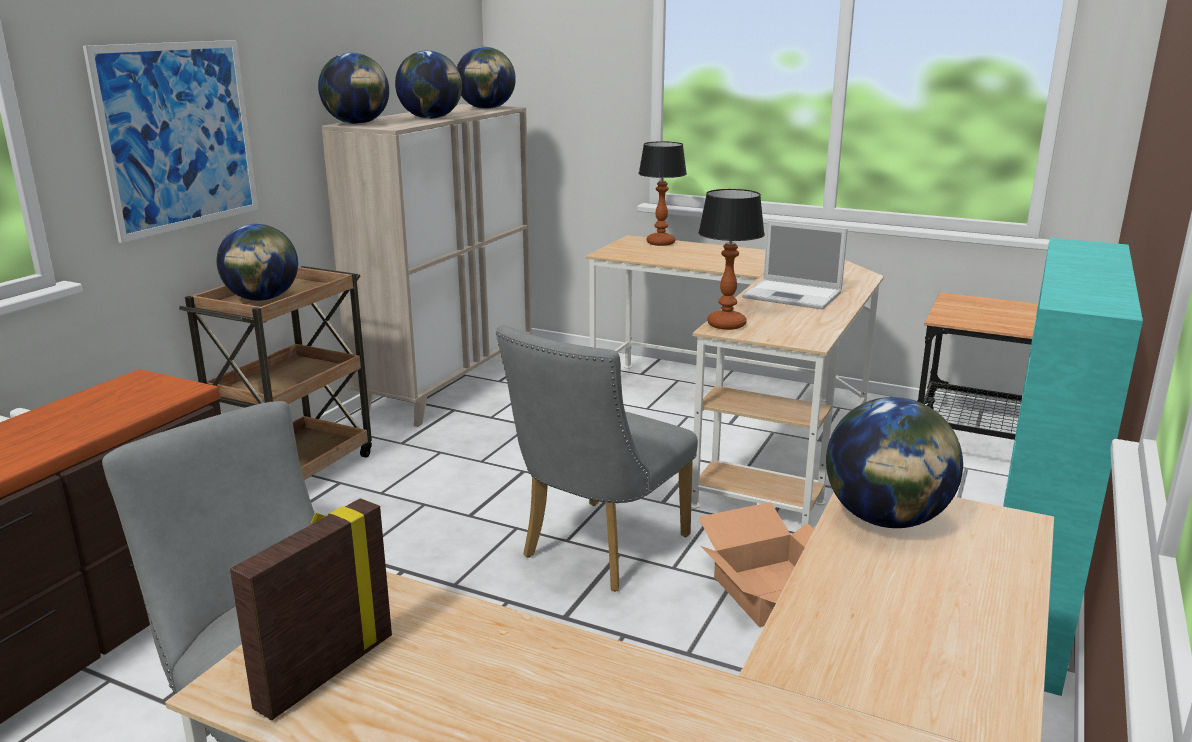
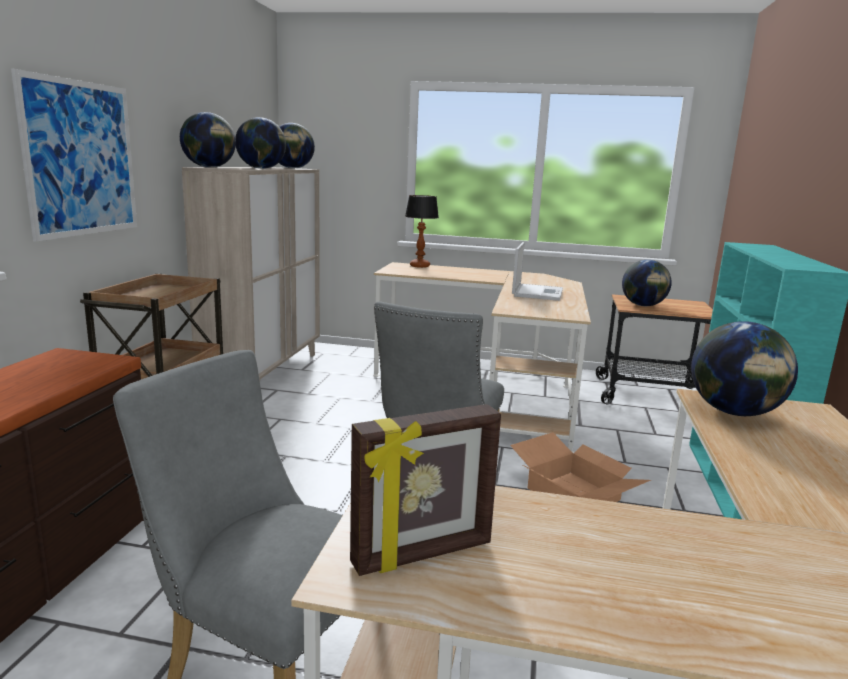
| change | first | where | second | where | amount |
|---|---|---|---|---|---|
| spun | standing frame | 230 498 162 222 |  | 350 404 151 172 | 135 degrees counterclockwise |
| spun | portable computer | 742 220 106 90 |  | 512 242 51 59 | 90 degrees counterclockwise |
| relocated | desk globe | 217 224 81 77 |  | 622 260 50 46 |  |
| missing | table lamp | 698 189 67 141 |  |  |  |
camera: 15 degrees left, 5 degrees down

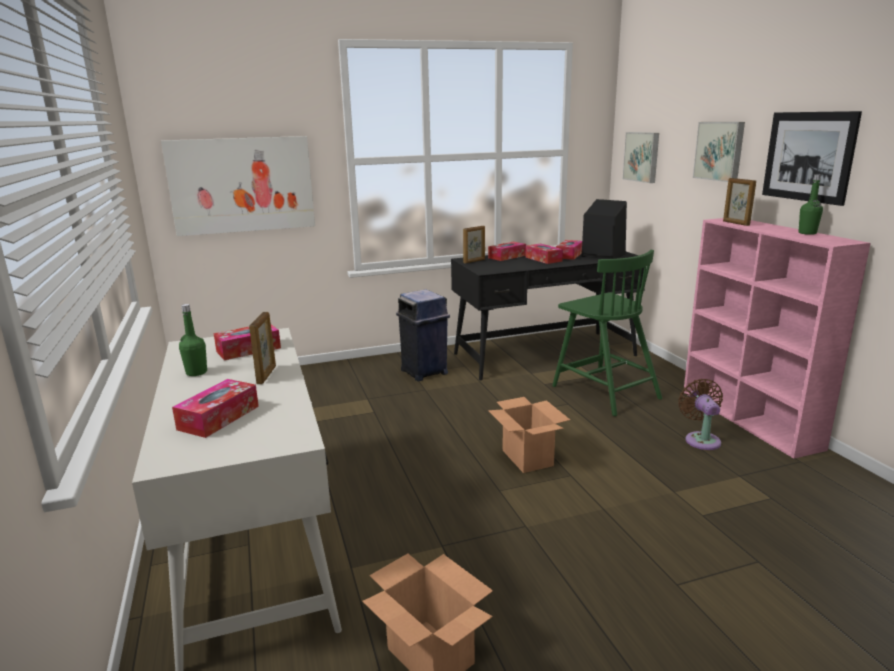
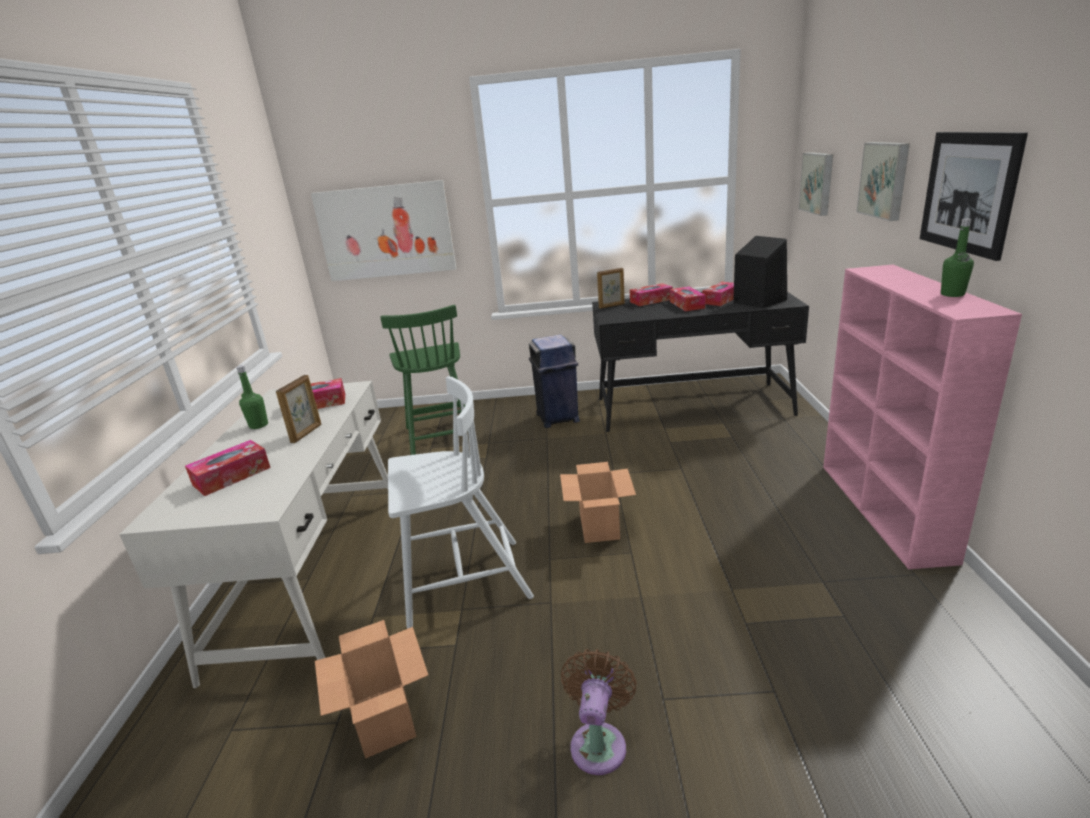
| change | first | where | second | where | amount |
|---|---|---|---|---|---|
| relocated | plain chair/greenish | 552 250 111 166 |  | 380 305 86 150 |  |
| appeared |  |  | plain chair/white-coloured | 388 376 146 253 |  |
| relocated | cooling fan/brownish | 678 379 45 71 |  | 561 649 76 126 |  |
| missing | standing frame | 723 178 33 48 |  |  |  |
camera: 20 degrees right, 5 degrees up

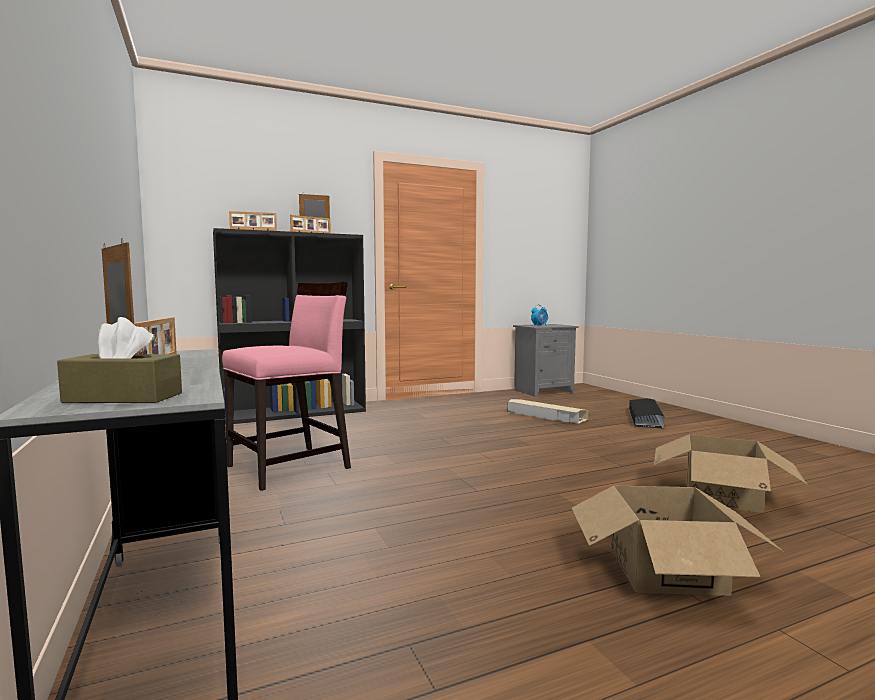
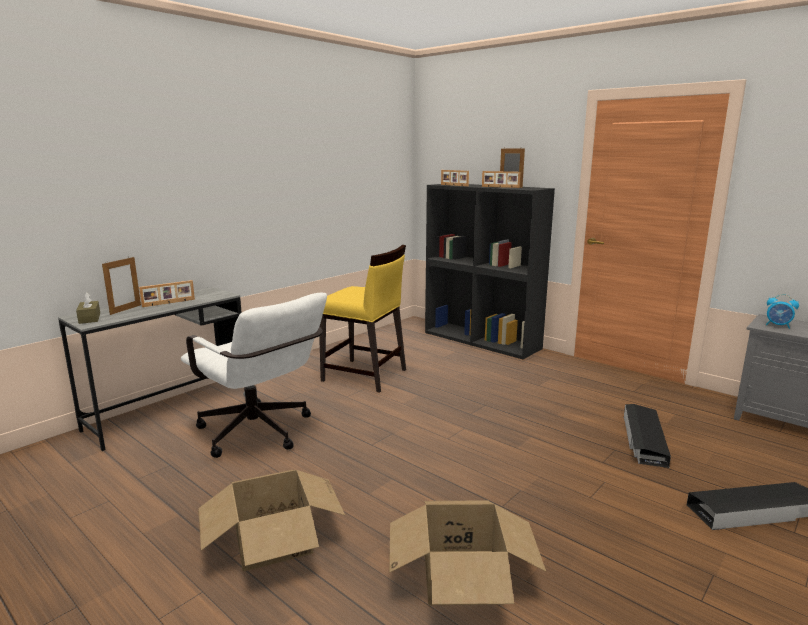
| change | first | where | second | where | amount |
|---|---|---|---|---|---|
| appeared |  |  | office chair/white-coloured | 181 293 146 165 |  |
| colour | plain chair/pink-coloured | 222 282 129 209 | plain chair/yellowish | 319 245 87 148 |  |
| colour | storage box/beige | 508 399 80 25 | storage box/black | 624 404 47 64 |  |
camera: 65 degrees right, 10 degrees up

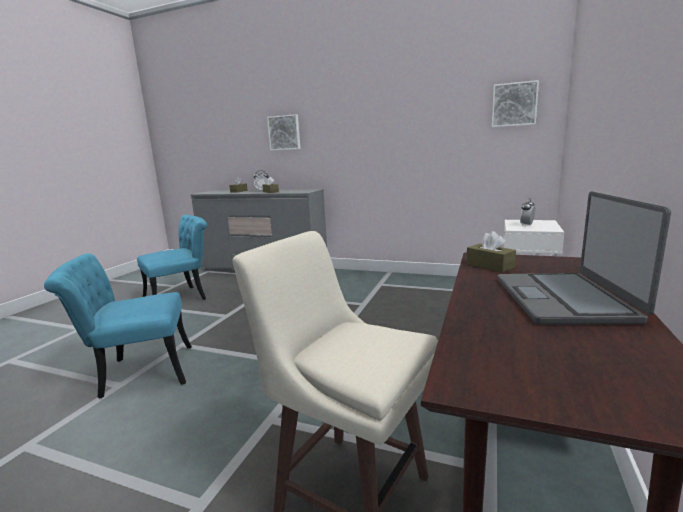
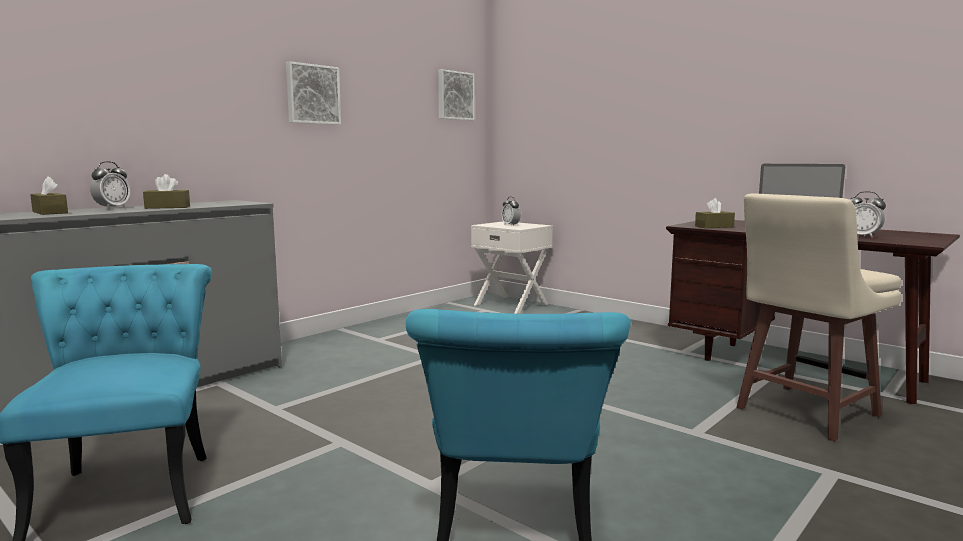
| change | first | where | second | where | amount |
|---|---|---|---|---|---|
| relocated | picture | 267 114 33 37 |  | 286 61 55 64 |  |
| appeared |  |  | alarm clock | 851 191 35 47 |  |
camera: 70 degrees left, 5 degrees down

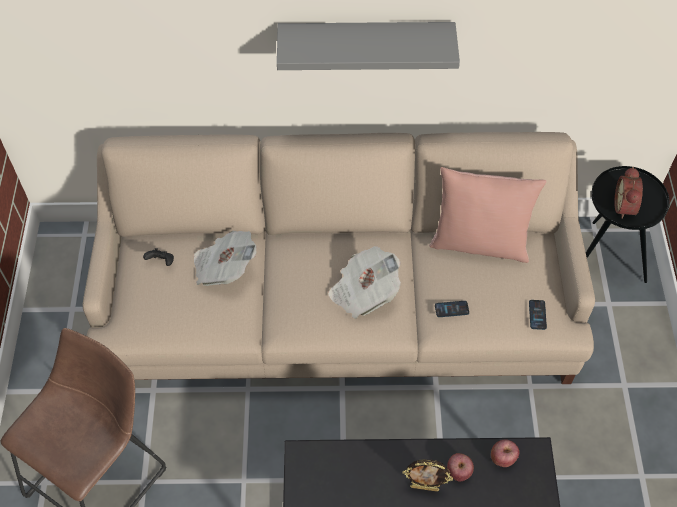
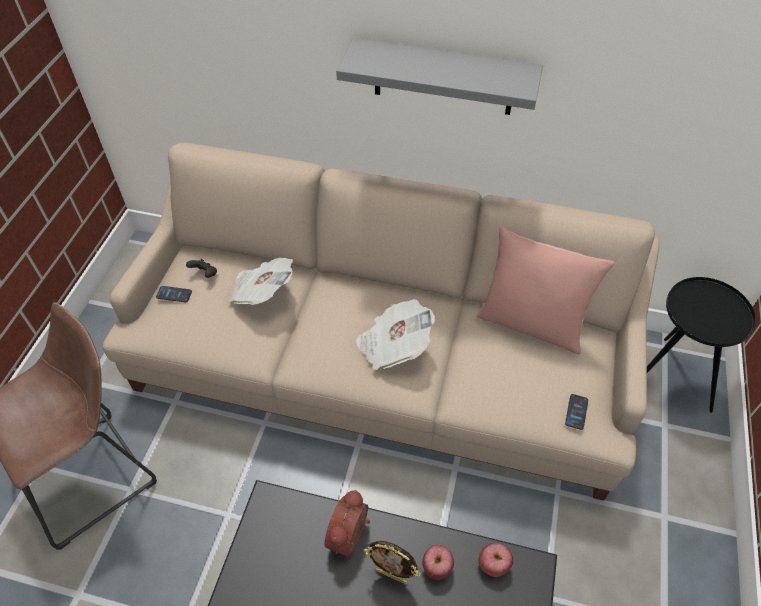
| change | first | where | second | where | amount |
|---|---|---|---|---|---|
| relocated | telephone | 435 301 34 16 |  | 156 286 36 16 |  |
| relocated | alarm clock | 615 167 28 52 |  | 325 490 45 67 |  |
camera: 15 degrees right, 5 degrees down

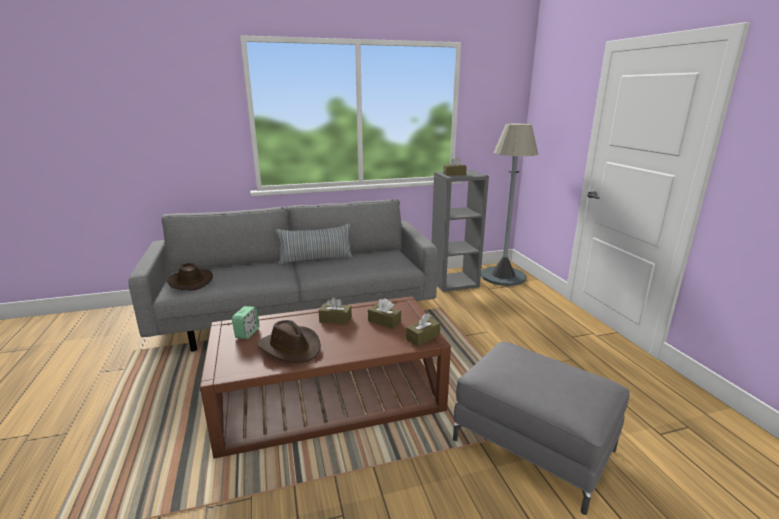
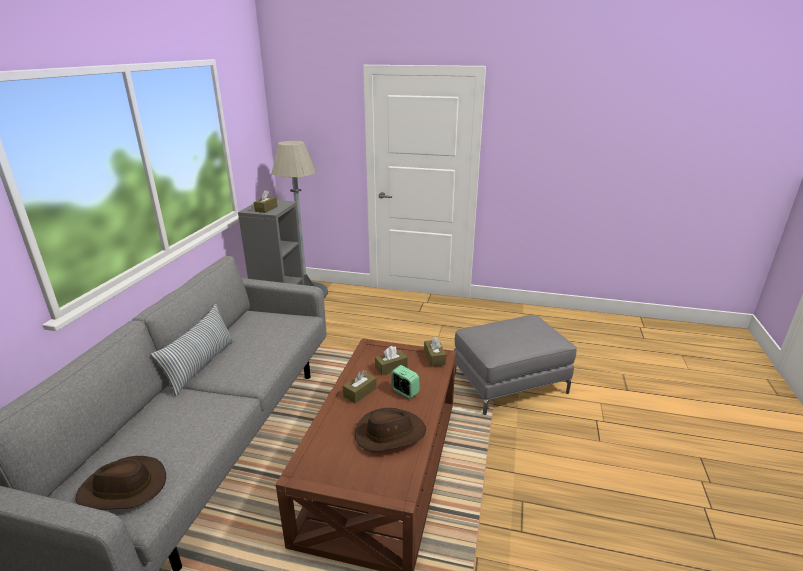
| change | first | where | second | where | amount |
|---|---|---|---|---|---|
| relocated | alarm clock | 232 306 27 33 |  | 391 365 28 34 |  |
camera: 60 degrees left, 5 degrees up

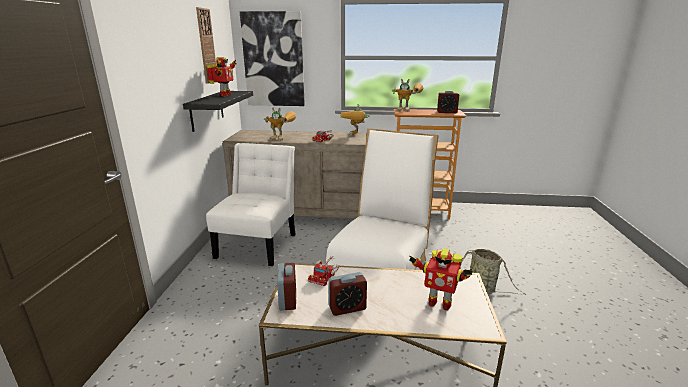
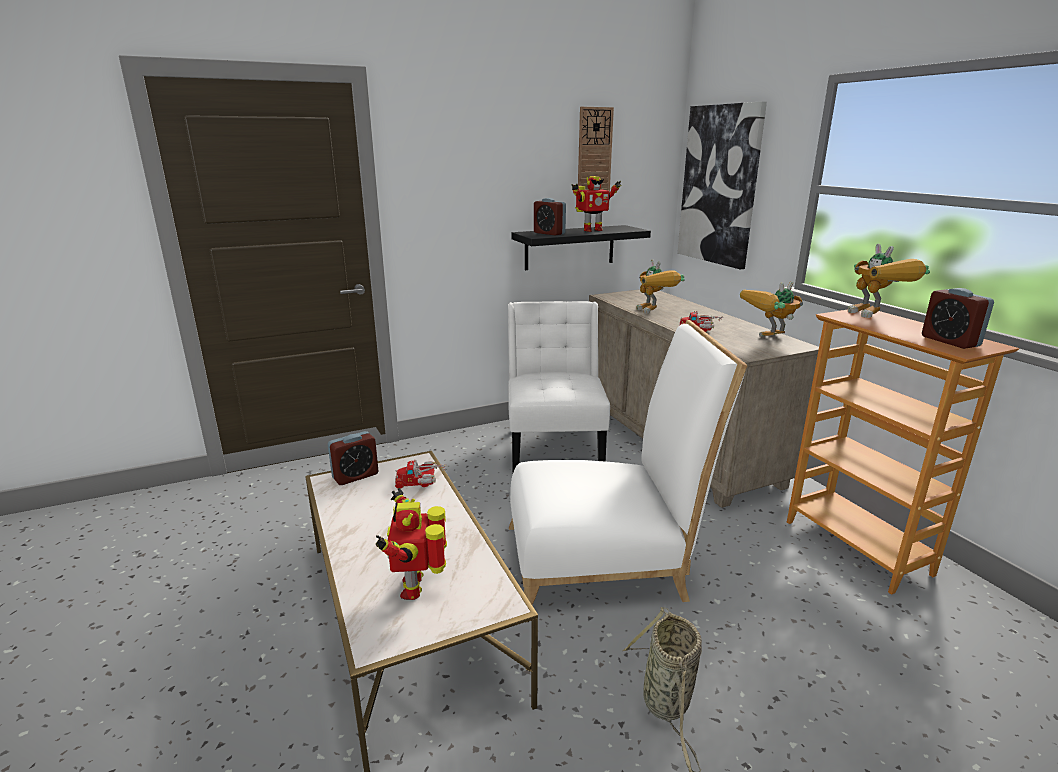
| change | first | where | second | where | amount |
|---|---|---|---|---|---|
| spun | plain chair/white-coloured | 206 143 90 123 |  | 508 301 102 171 | 75 degrees counterclockwise |
| relocated | alarm clock | 328 272 39 44 |  | 534 198 32 38 |  |
camera: 60 degrees right, 0 degrees up

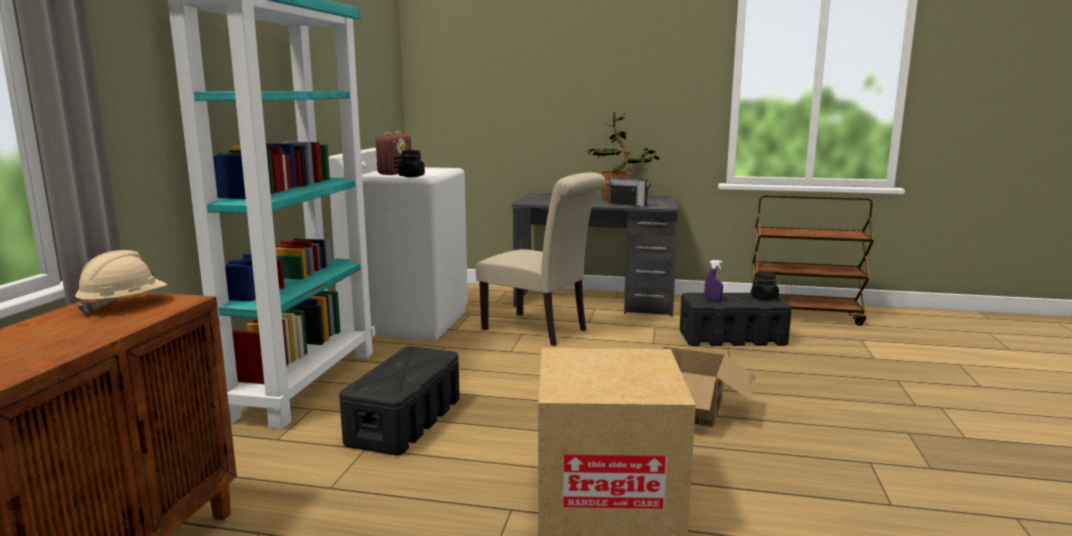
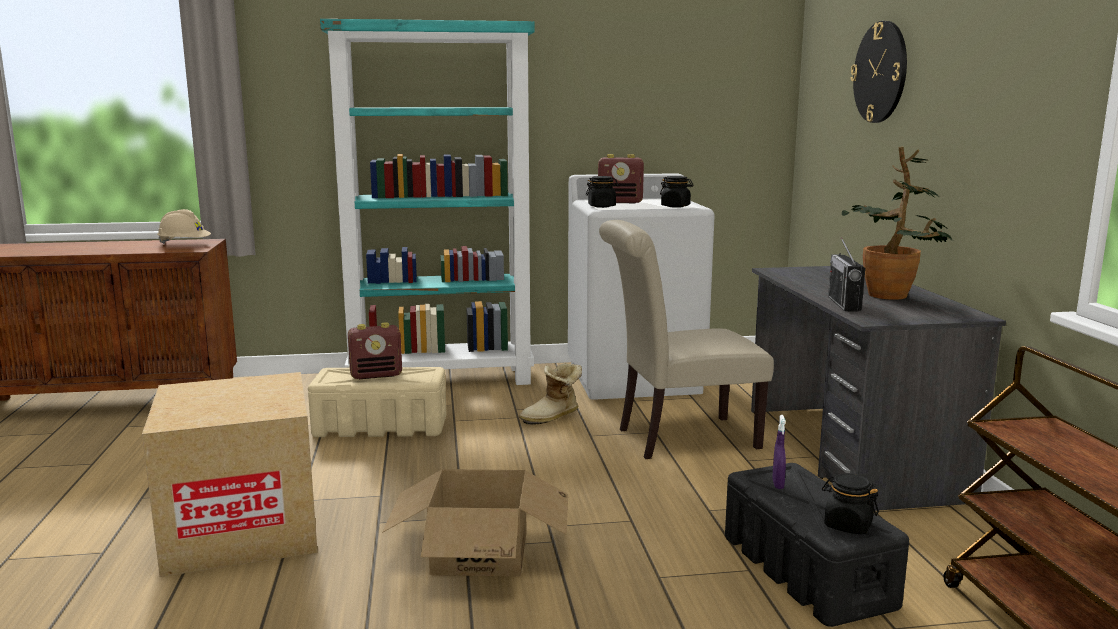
| change | first | where | second | where | amount |
|---|---|---|---|---|---|
| colour | storage box/black | 339 346 121 110 | storage box/beige | 308 367 139 70 |  |
| appeared |  |  | radio | 348 322 54 57 |  |
| appeared |  |  | high-top boot | 519 363 63 62 |  |
| spun | plain chair/beige | 476 172 130 174 |  | 599 220 175 239 | 60 degrees clockwise |
| appeared |  |  | storage jar/black | 660 176 33 32 |  |
| appeared |  |  | hanging clock | 850 21 57 102 |  |
camera: 70 degrees right, 0 degrees up

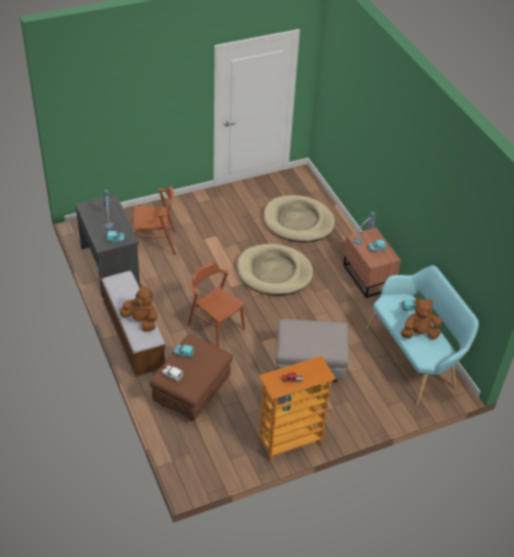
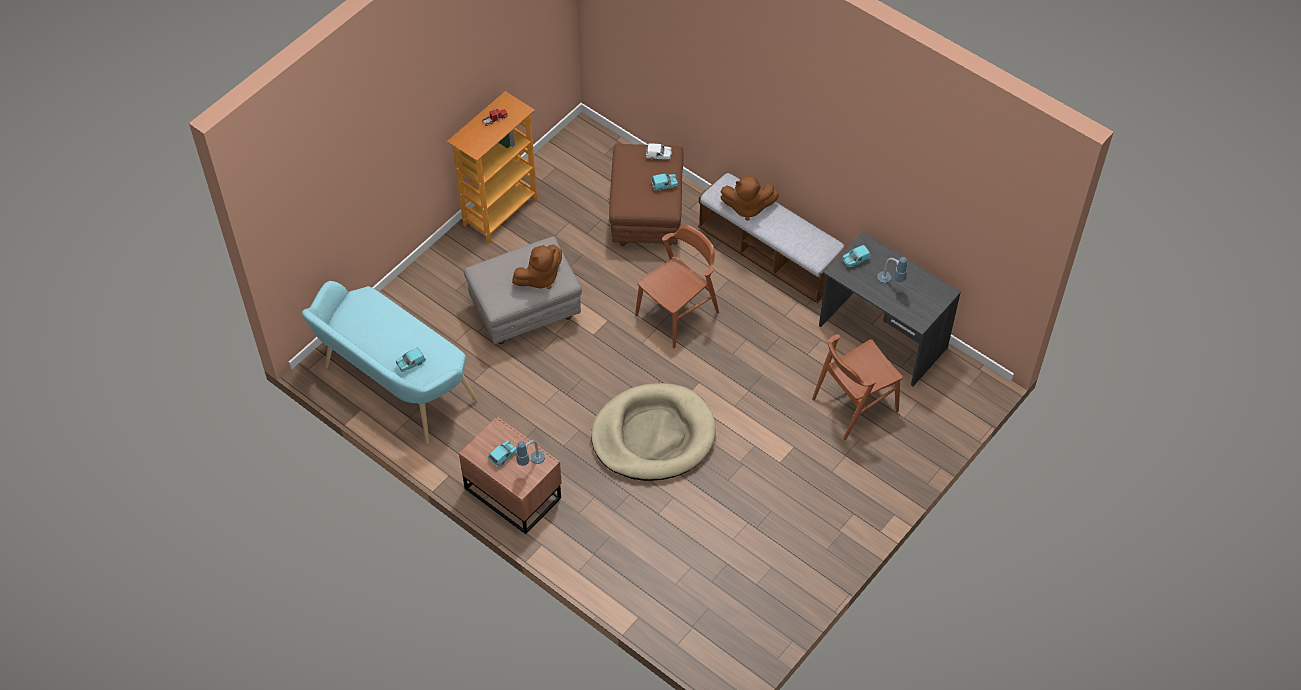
| change | first | where | second | where | amount |
|---|---|---|---|---|---|
| relocated | plush toy/brownish | 401 299 41 41 |  | 512 244 50 45 |  |
| spun | plain chair/brownish | 188 262 57 86 |  | 635 224 84 124 | 60 degrees counterclockwise |
| missing | dog cushion/beige | 264 195 71 47 |  |  |  |
camera: 155 degrees right, 10 degrees up

